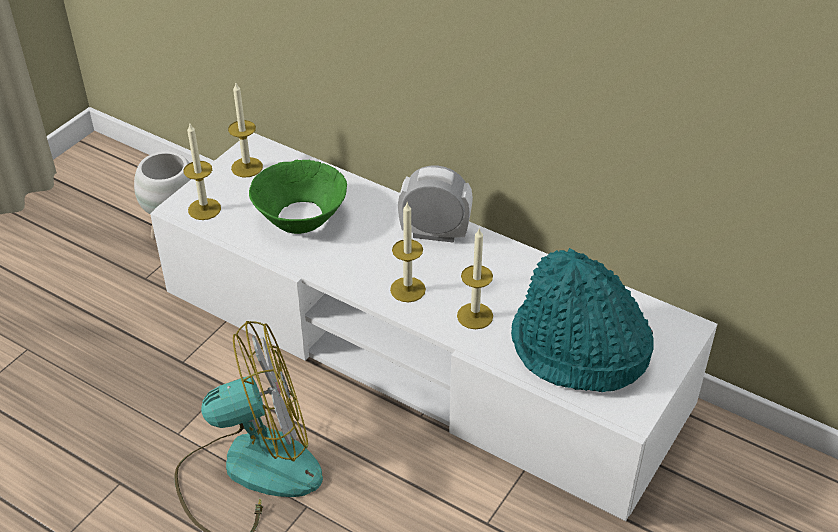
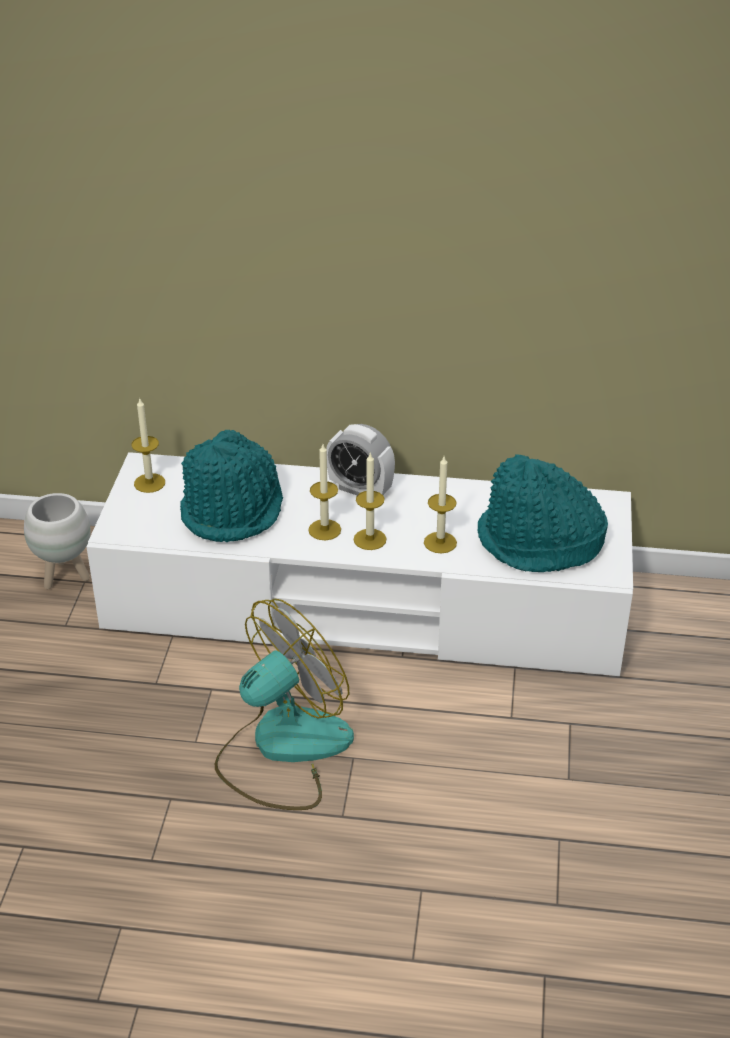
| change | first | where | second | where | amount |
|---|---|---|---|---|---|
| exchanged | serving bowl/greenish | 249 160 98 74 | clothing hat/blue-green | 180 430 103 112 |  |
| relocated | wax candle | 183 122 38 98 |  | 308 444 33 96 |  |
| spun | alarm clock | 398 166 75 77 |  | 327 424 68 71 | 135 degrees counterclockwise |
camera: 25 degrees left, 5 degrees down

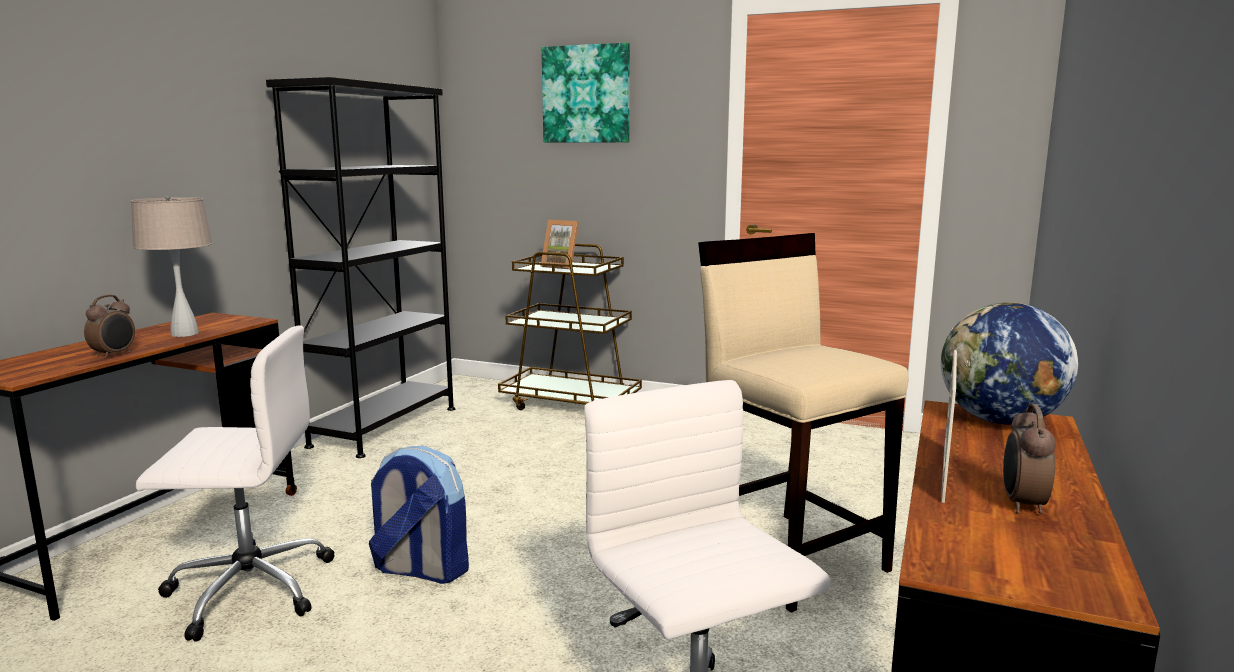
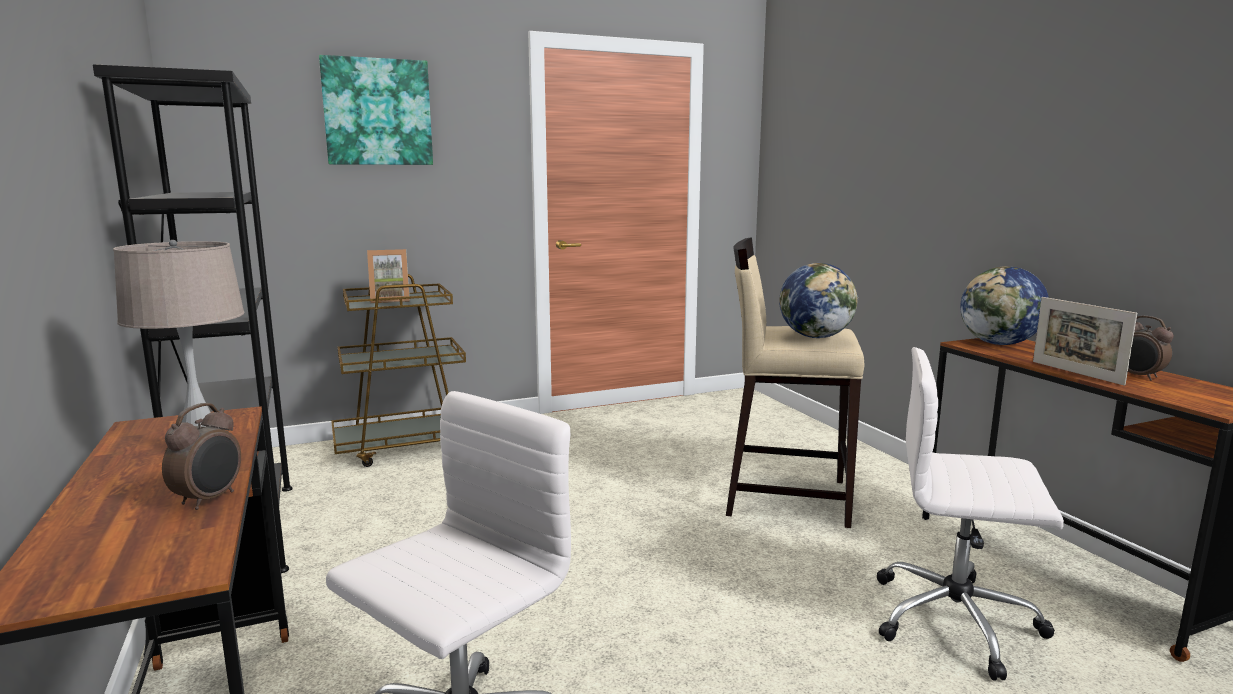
| change | first | where | second | where | amount |
|---|---|---|---|---|---|
| spun | alarm clock | 84 295 51 64 |  | 162 403 79 107 | 45 degrees clockwise |
| appeared |  |  | desk globe | 779 263 79 75 |  |
| missing | rucksack | 369 446 100 138 |  |  |  |
camera: 45 degrees left, 0 degrees up

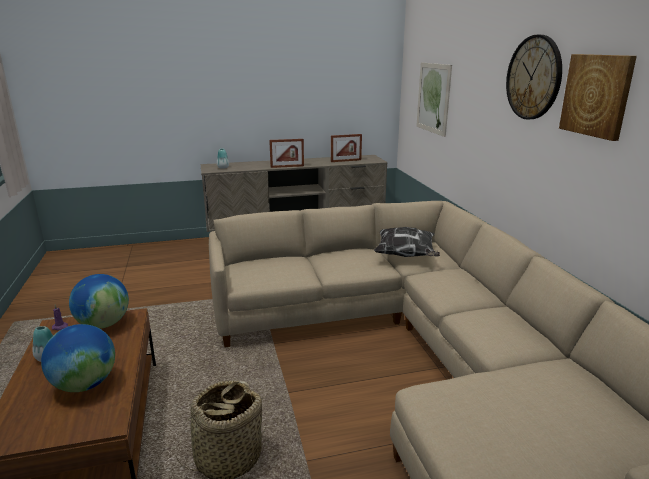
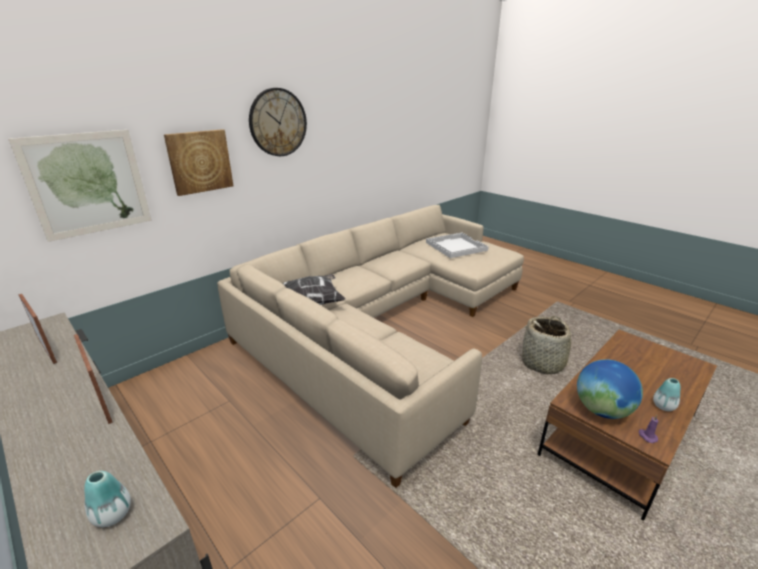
| change | first | where | second | where | amount |
|---|---|---|---|---|---|
| relocated | picture | 559 54 78 87 |  | 164 129 69 67 |  |
| appeared |  |  | tray/white-coloured | 426 233 63 25 |  |
| missing | desk globe | 41 324 74 68 |  |  |  |
camera: 120 degrees left, 5 degrees up

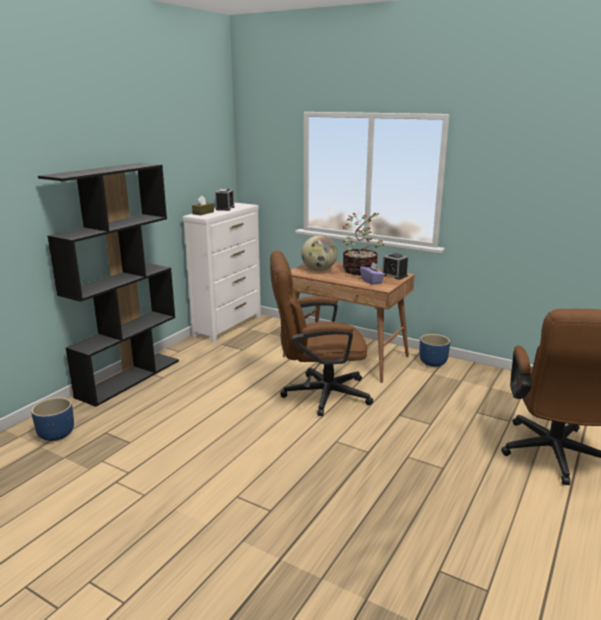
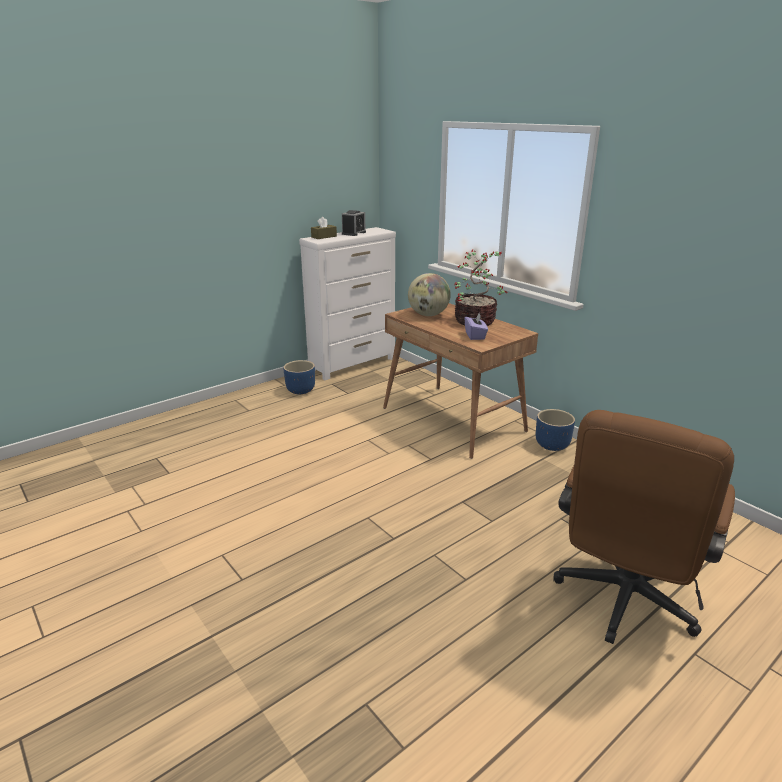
| change | first | where | second | where | amount |
|---|---|---|---|---|---|
| relocated | planter/bluish | 31 397 43 44 |  | 284 360 31 34 |  |
| missing | bookshelf/black | 38 163 141 244 |  |  |  |
| missing | office chair/brownish | 270 250 103 166 |  |  |  |
| missing | alarm clock | 382 253 26 27 |  |  |  |
camera: 20 degrees right, 5 degrees up

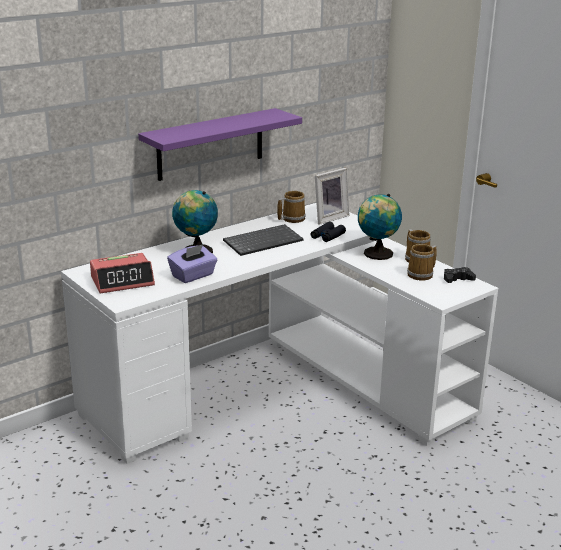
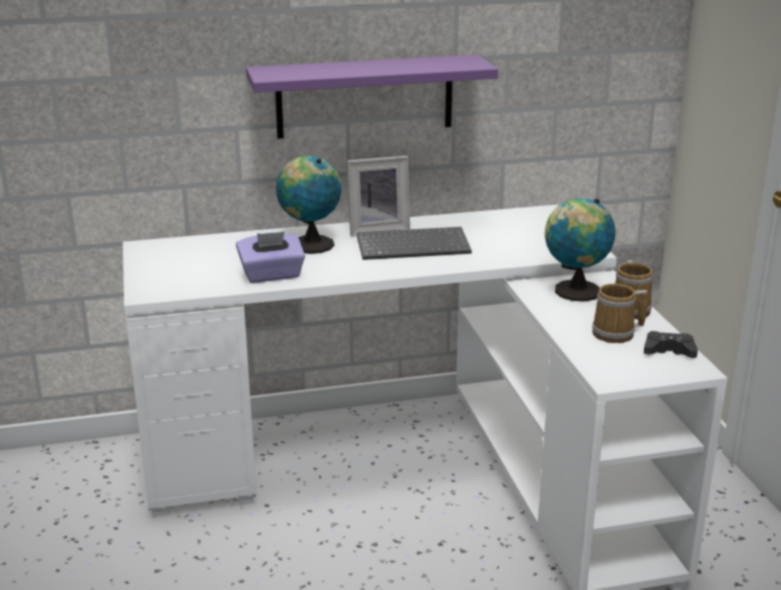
| change | first | where | second | where | amount |
|---|---|---|---|---|---|
| relocated | standing frame | 315 168 35 57 |  | 347 156 63 80 |  |
| missing | alarm clock | 90 253 65 41 |  |  |  |
| missing | coffee mug | 277 191 29 32 |  |  |  |
| missing | binoculars/black | 311 222 35 20 |  |  |  |
camera: 25 degrees right, 0 degrees up

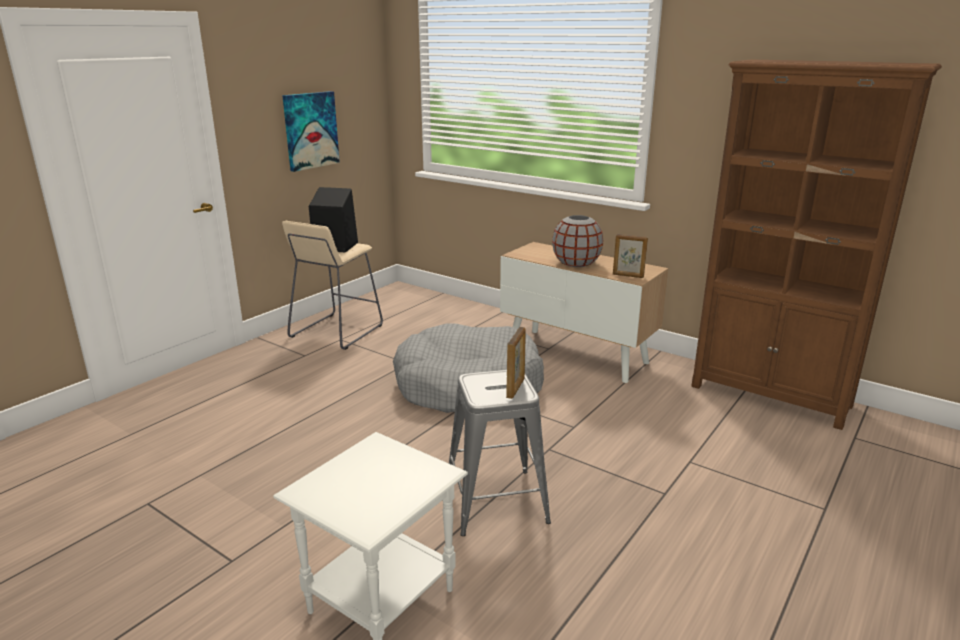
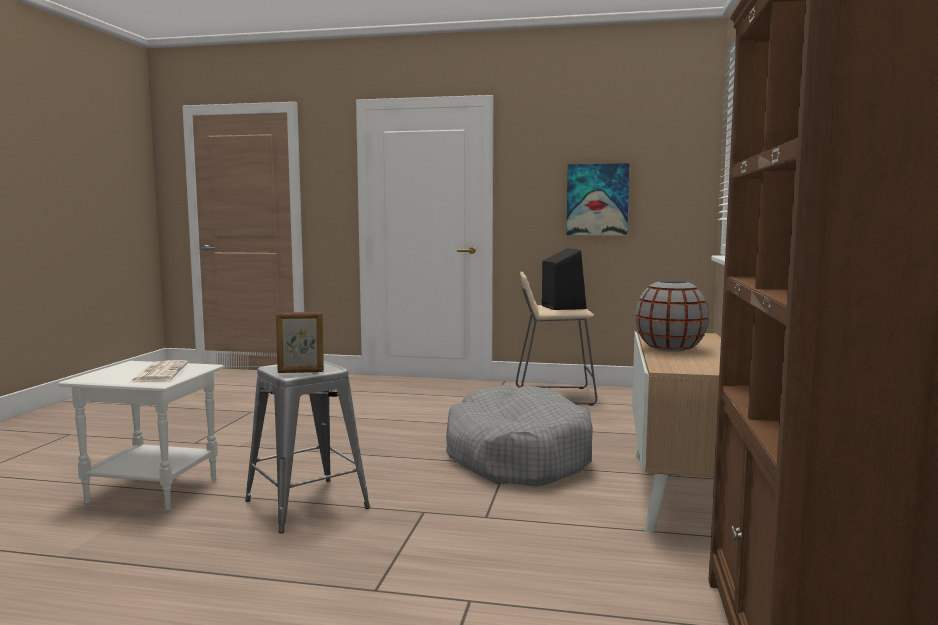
| change | first | where | second | where | amount |
|---|---|---|---|---|---|
| appeared |  |  | printed paper | 129 360 60 23 |  |
| missing | standing frame | 613 234 35 44 |  |  |  |
camera: 65 degrees right, 15 degrees down

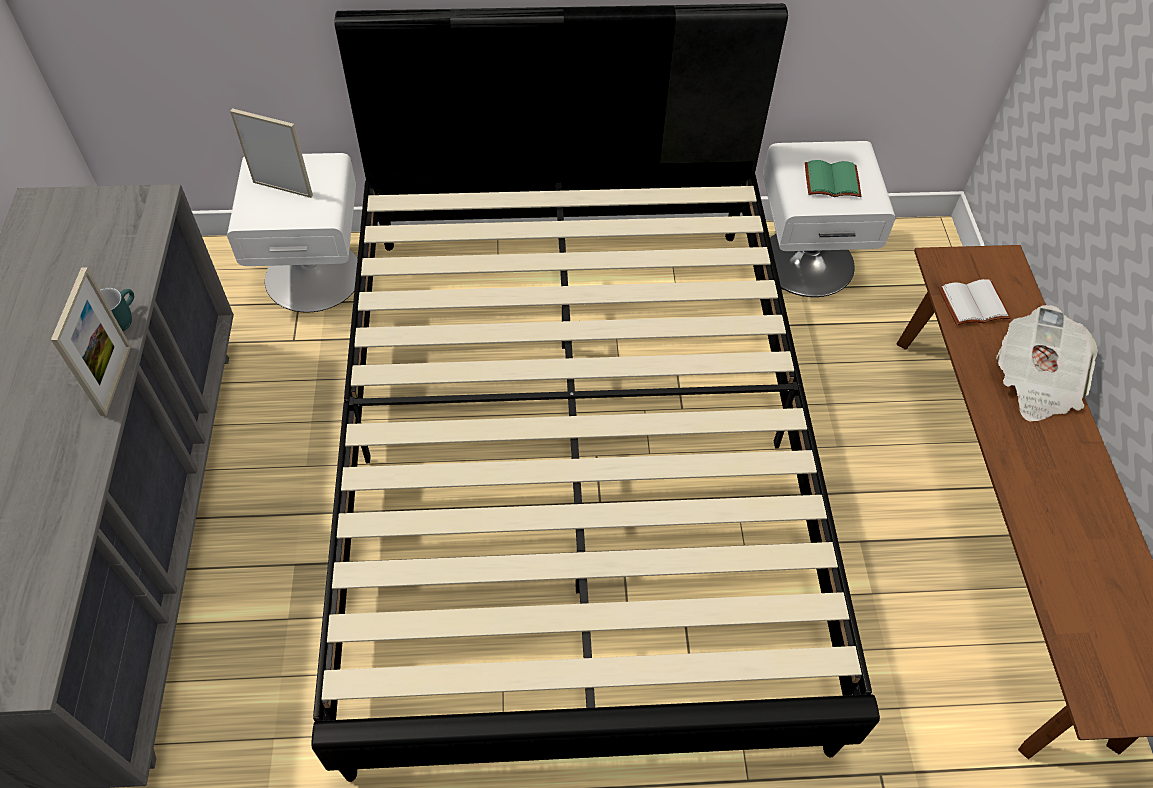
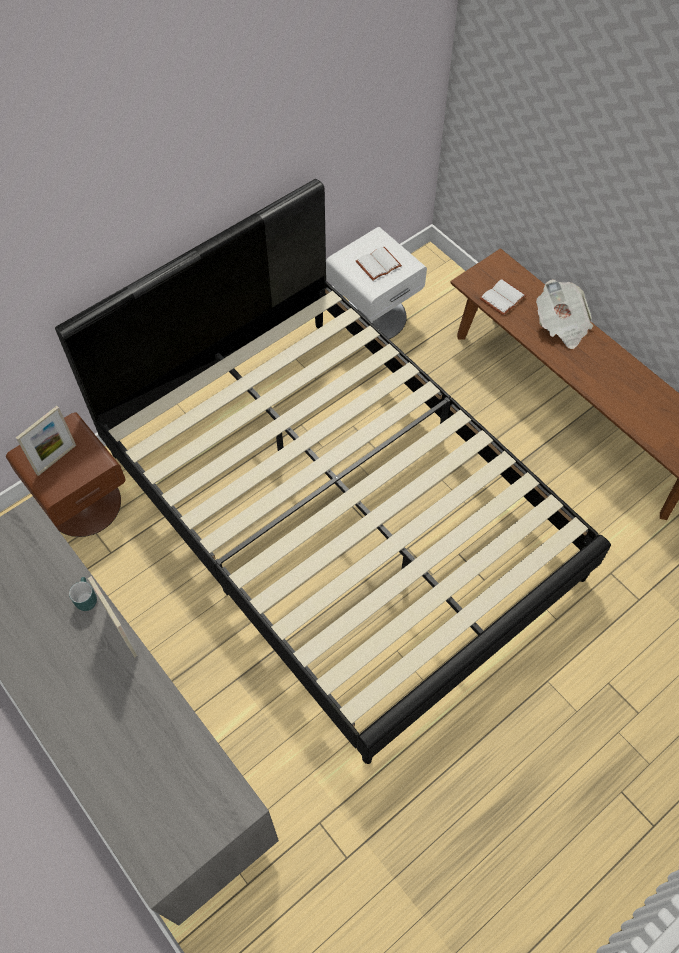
| change | first | where | second | where | amount |
|---|---|---|---|---|---|
| colour | bedside table/white-coloured | 227 153 131 159 | bedside table/brownish | 6 412 120 125 |  |
| spun | standing frame | 230 108 83 90 |  | 16 406 60 70 | 150 degrees clockwise |
| colour | bound book/greenish | 805 160 56 37 | bound book/white-coloured | 356 247 46 33 |  |
camera: 35 degrees left, 5 degrees up

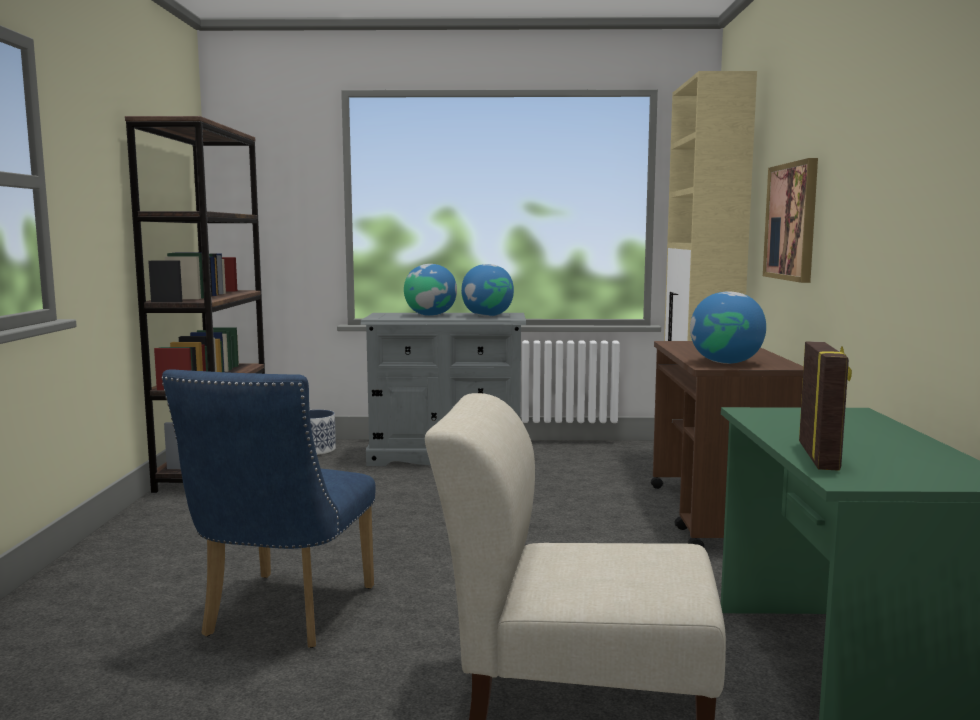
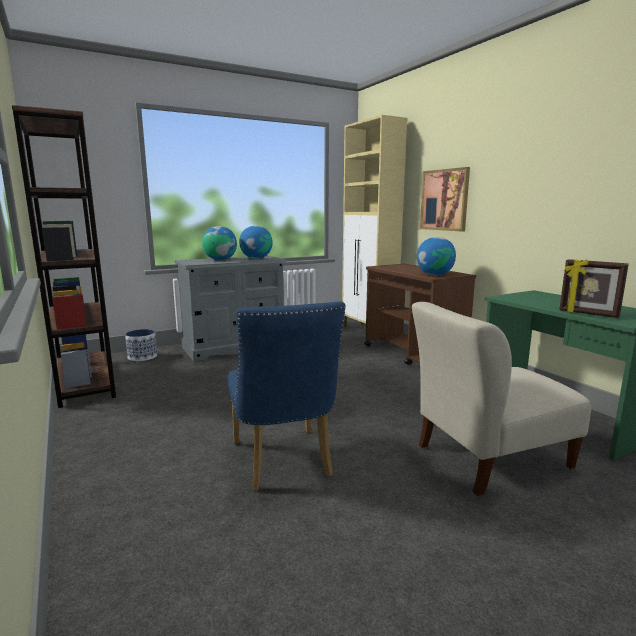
| change | first | where | second | where | amount |
|---|---|---|---|---|---|
| spun | standing frame | 799 341 53 130 |  | 559 259 70 59 | 150 degrees clockwise |
camera: 30 degrees left, 5 degrees up

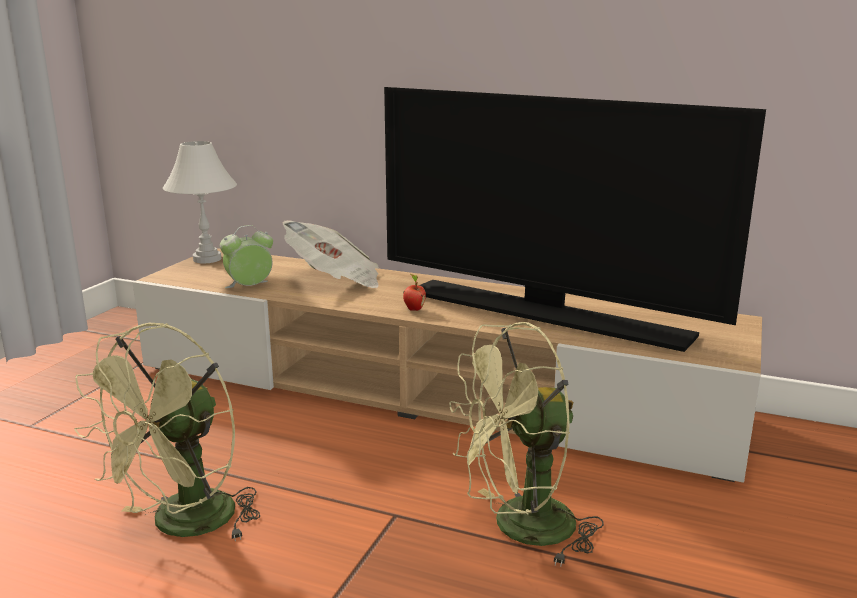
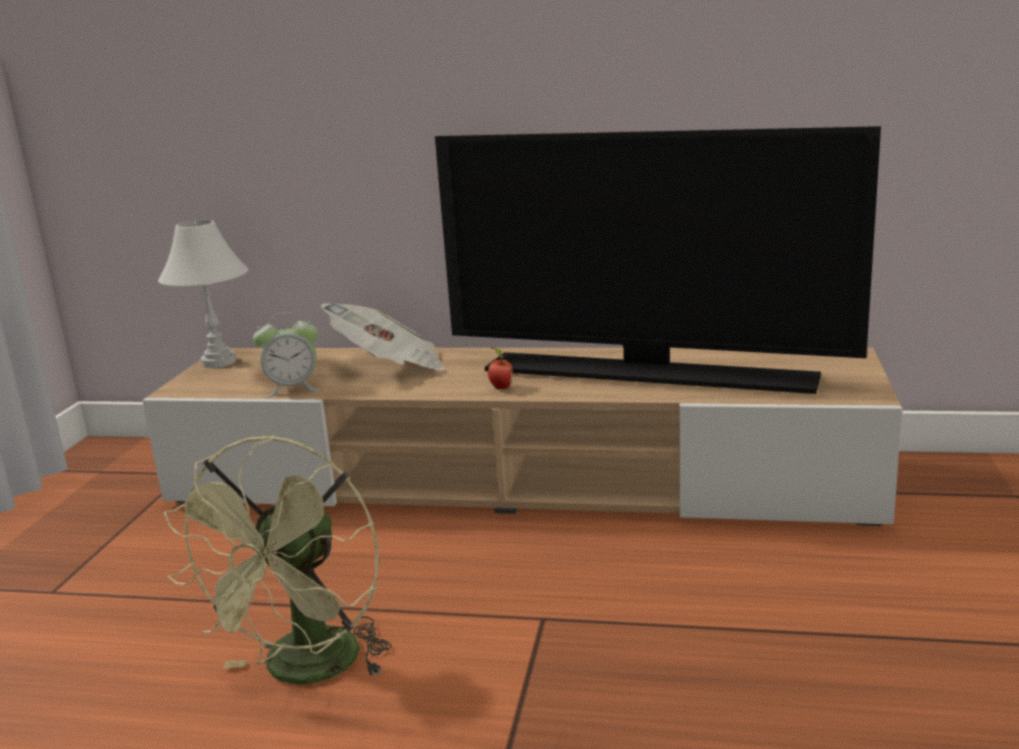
| change | first | where | second | where | amount |
|---|---|---|---|---|---|
| spun | alarm clock | 220 225 53 63 |  | 253 312 67 85 | 150 degrees counterclockwise |
| missing | cooling fan/greenish | 449 322 155 245 |  |  |  |
camera: 10 degrees left, 0 degrees up

